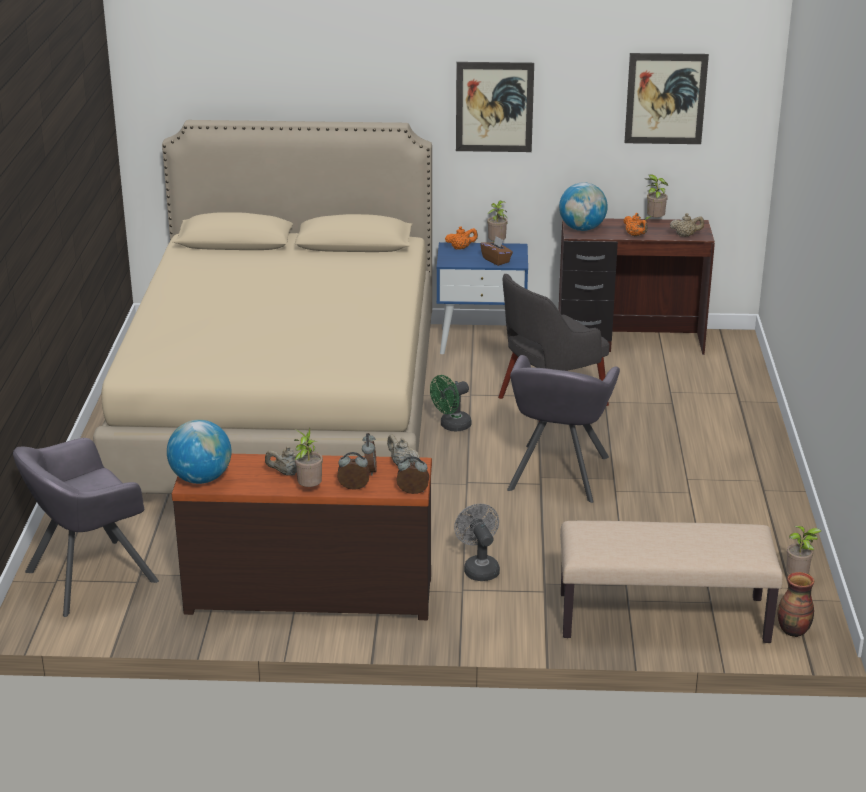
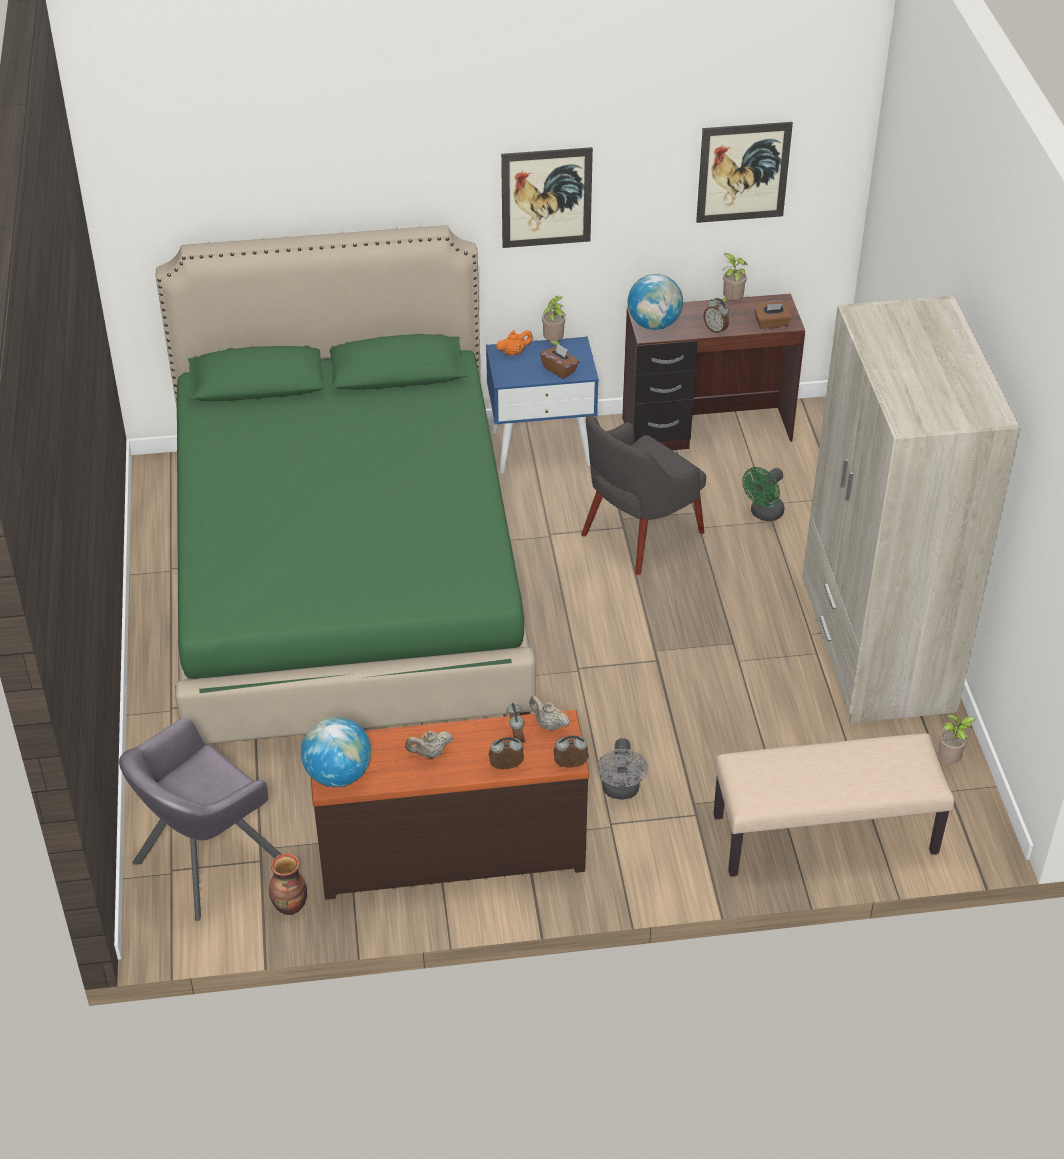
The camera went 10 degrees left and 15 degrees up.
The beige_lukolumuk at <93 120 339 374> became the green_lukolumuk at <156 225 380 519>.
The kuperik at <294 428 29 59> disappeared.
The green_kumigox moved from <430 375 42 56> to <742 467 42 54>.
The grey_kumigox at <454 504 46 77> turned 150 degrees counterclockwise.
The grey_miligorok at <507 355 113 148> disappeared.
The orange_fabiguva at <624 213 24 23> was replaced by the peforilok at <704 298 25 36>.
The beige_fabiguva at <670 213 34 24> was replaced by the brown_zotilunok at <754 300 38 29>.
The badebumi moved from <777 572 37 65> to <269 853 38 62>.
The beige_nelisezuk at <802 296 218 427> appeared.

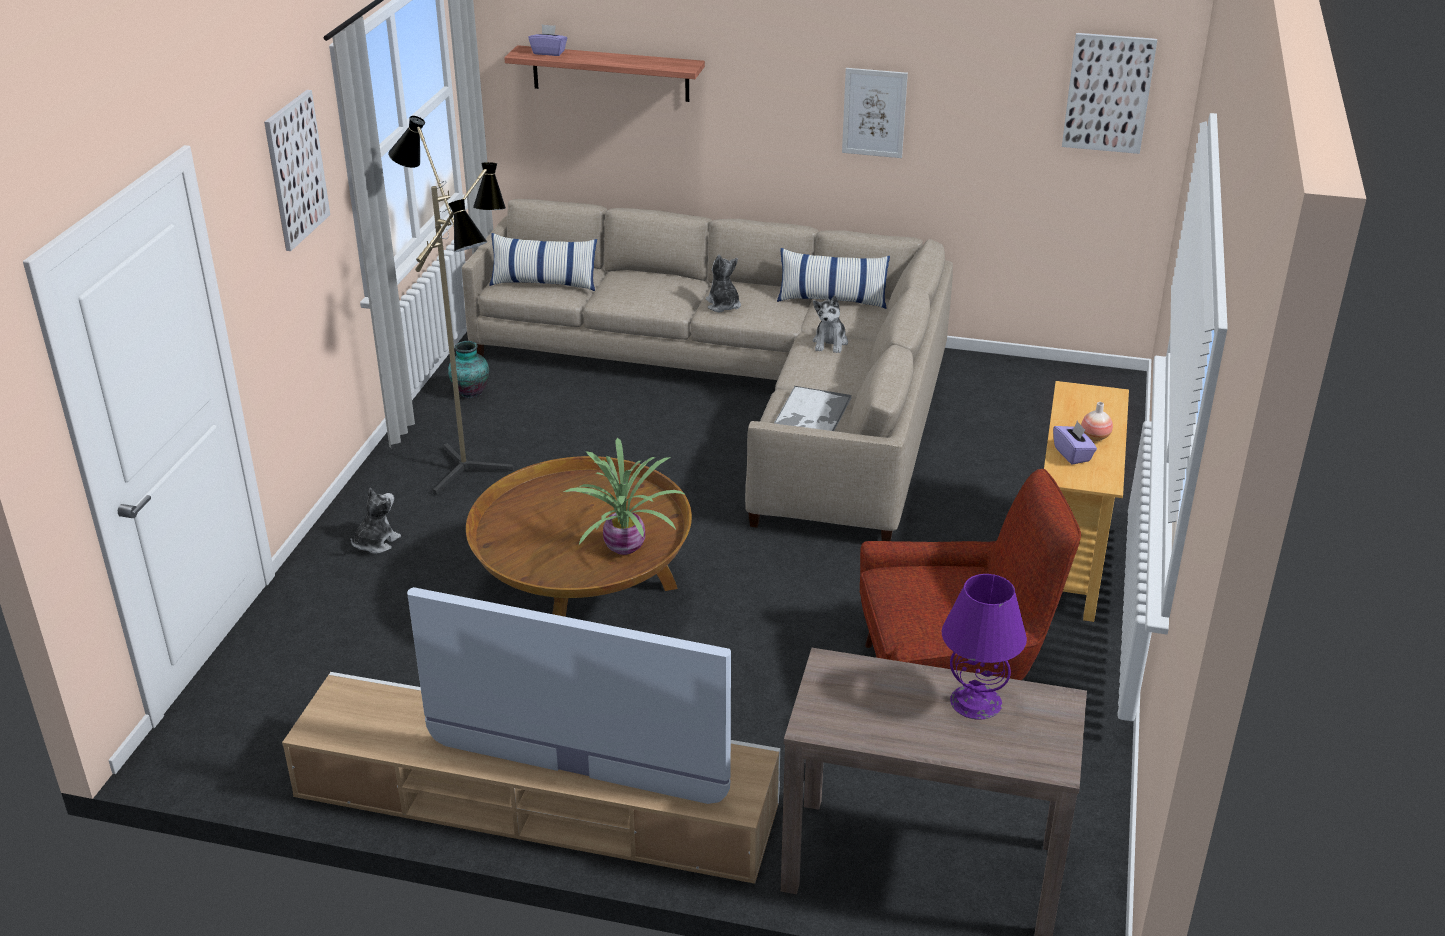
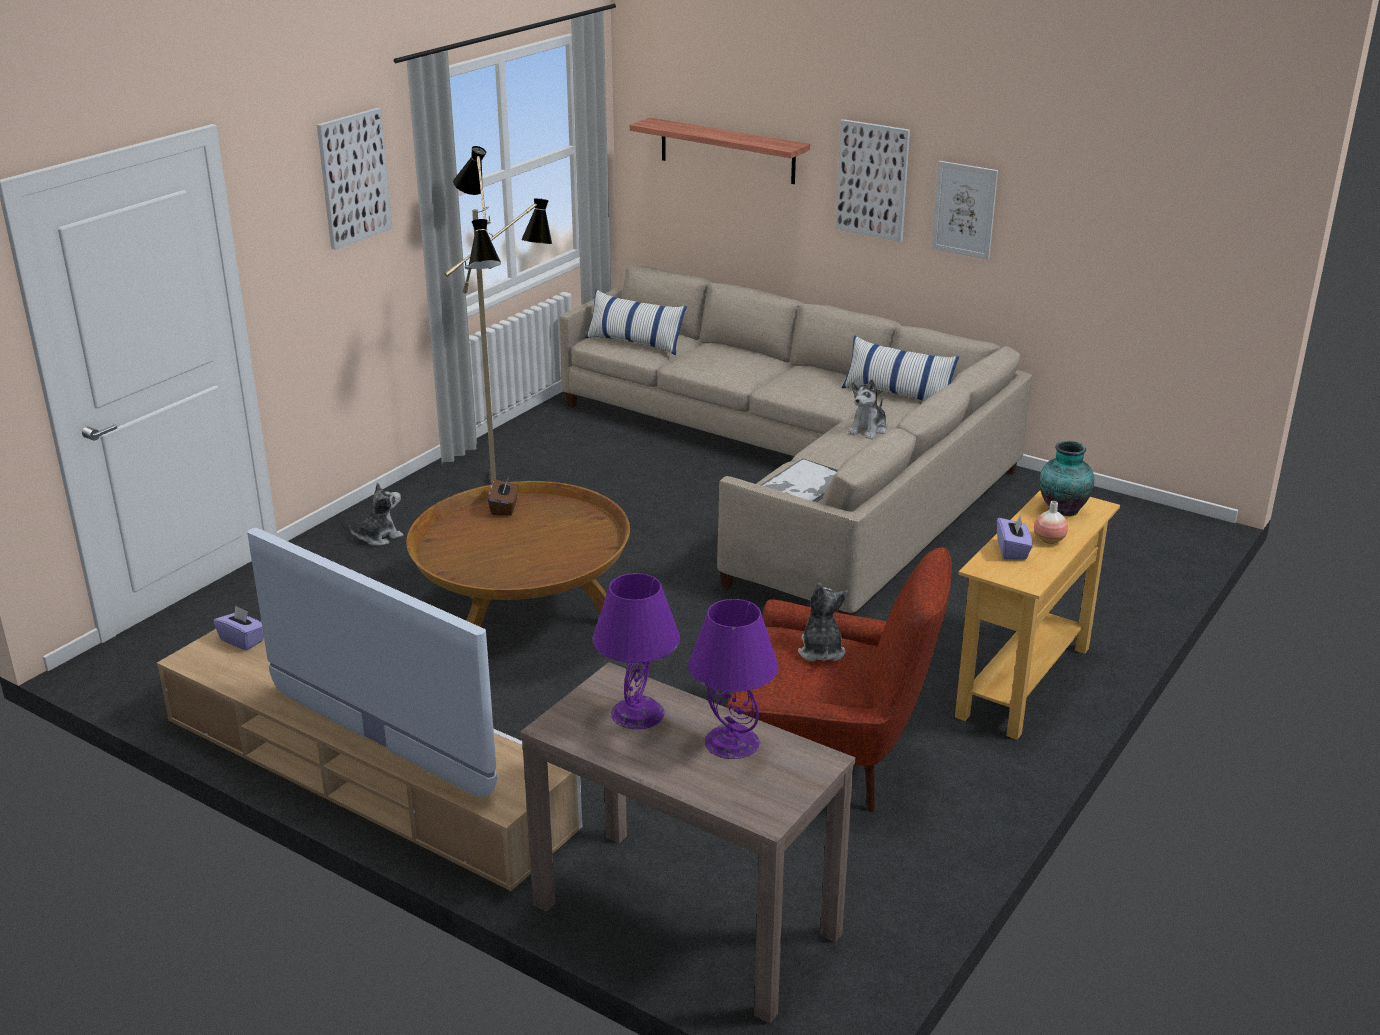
The camera went 20 degrees right and 5 degrees down.
The badebumi moved from <448 341 41 57> to <1039 441 55 75>.
The purple_zotilunok moved from <528 24 39 32> to <213 605 51 45>.
The kuperik at <563 438 123 117> disappeared.
The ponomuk moved from <706 255 35 57> to <798 583 50 78>.
The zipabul moved from <1062 33 95 121> to <836 119 74 123>.
The brown_zotilunok at <488 478 31 38> appeared.
The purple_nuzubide at <593 573 87 156> appeared.

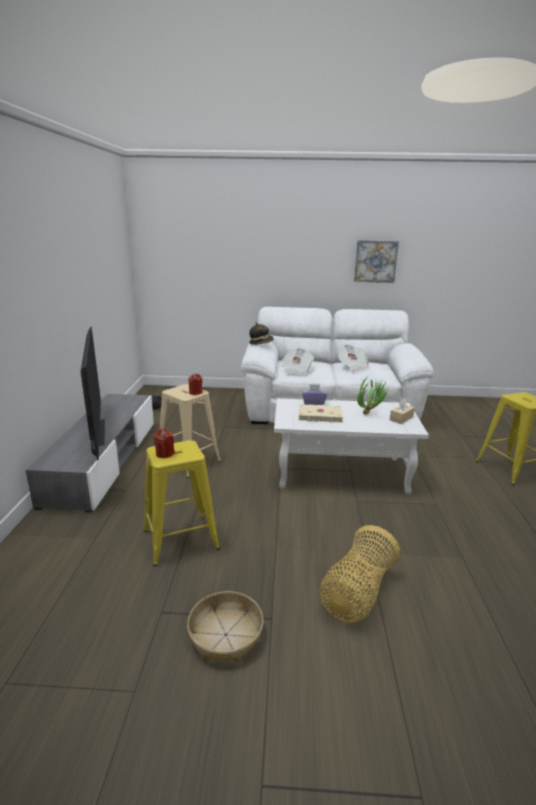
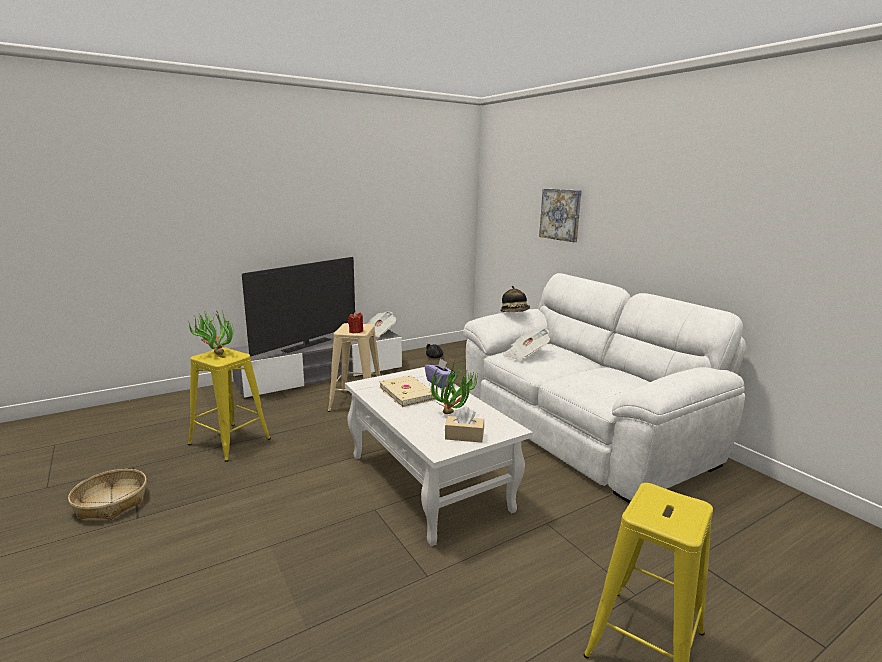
The camera went 55 degrees right and 5 degrees down.
The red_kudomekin at <153 429 22 29> was replaced by the kuperik at <188 311 46 44>.
The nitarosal at <319 525 81 98> disappeared.
The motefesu moved from <338 345 31 27> to <367 311 29 26>.
The zipabul moved from <354 240 45 43> to <539 189 43 53>.

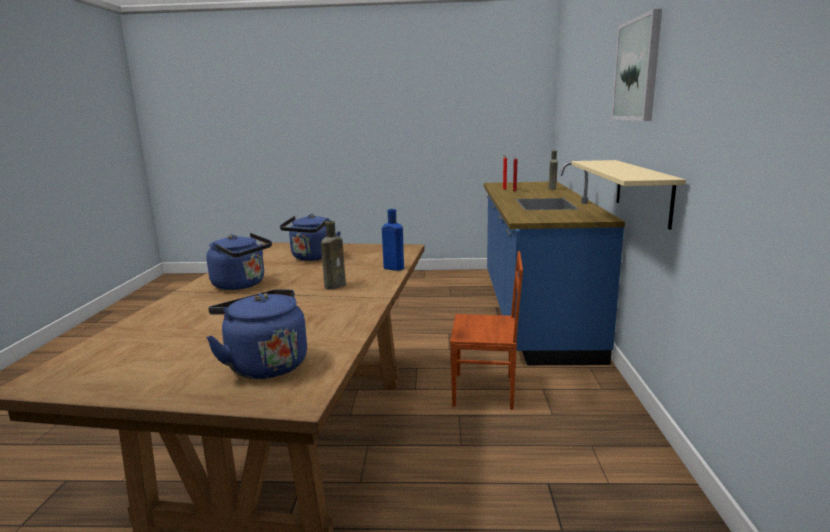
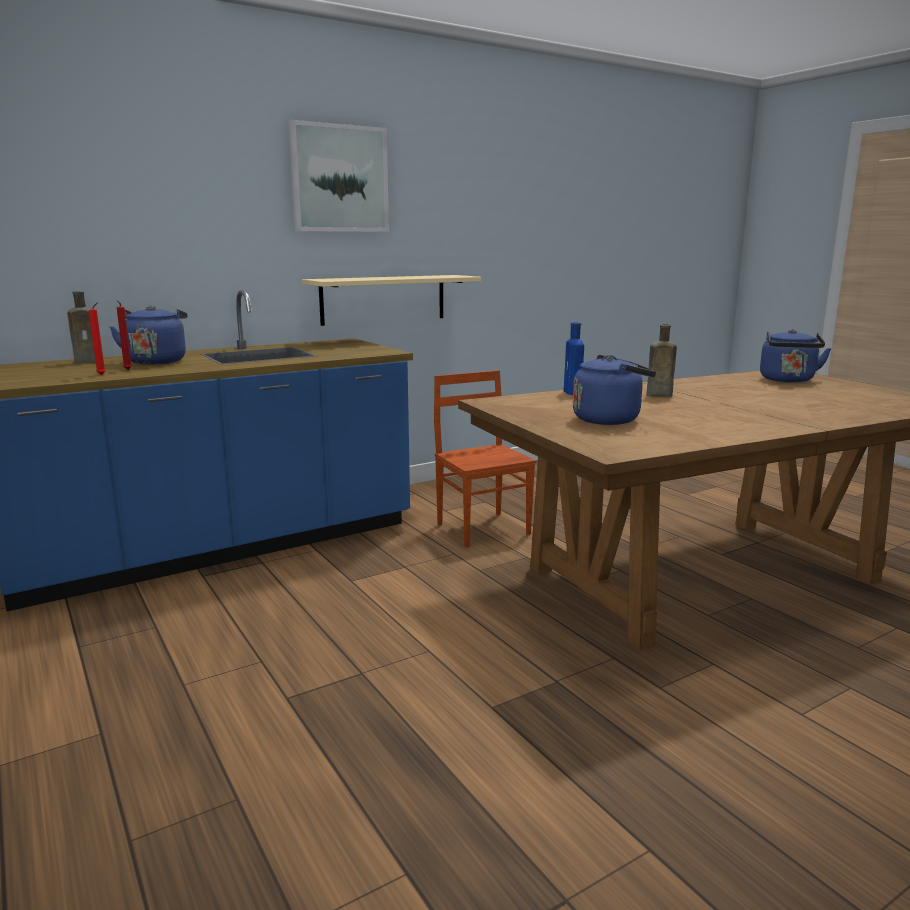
The camera went 125 degrees left and 0 degrees up.
The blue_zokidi moved from <206 233 66 57> to <109 306 79 59>.

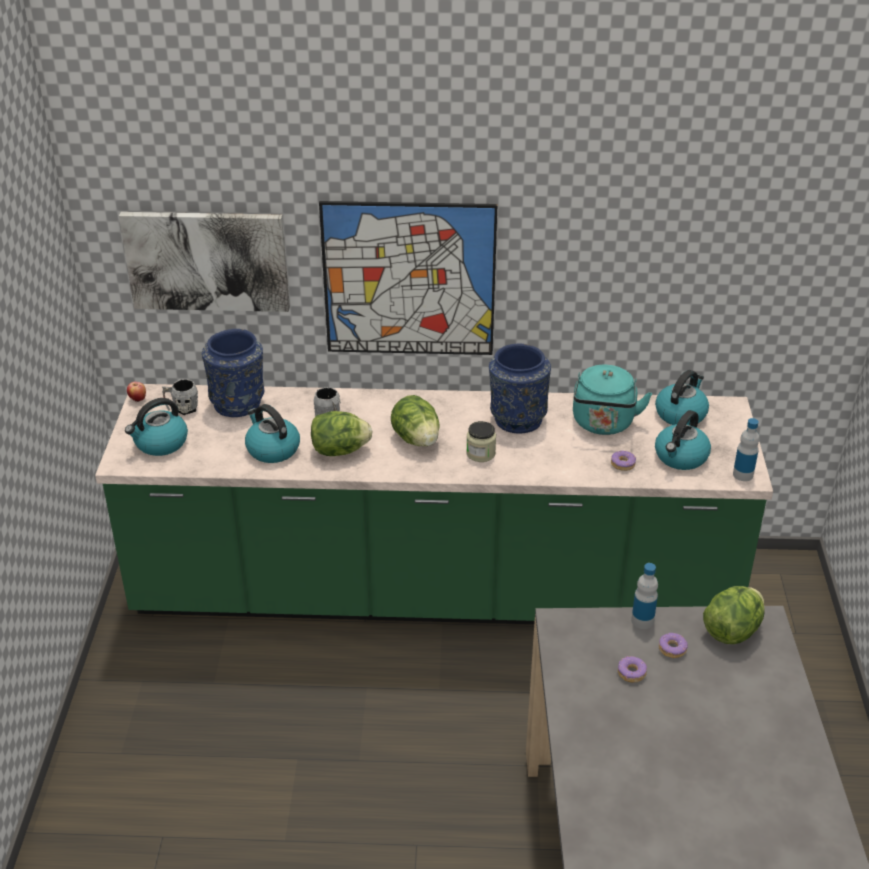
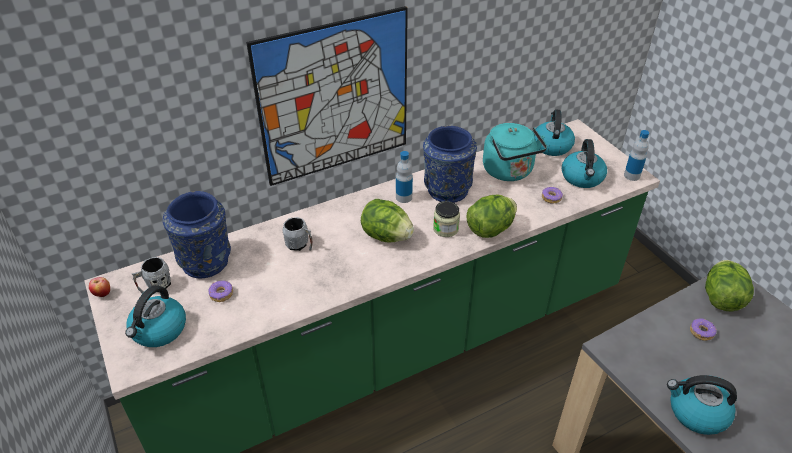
The camera went 30 degrees left and 5 degrees up.
The zipabul at <119 212 171 100> disappeared.
The zokidi moved from <245 404 55 59> to <667 375 70 60>.
The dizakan moved from <311 411 61 45> to <466 195 51 43>.
The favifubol moved from <618 656 29 27> to <208 281 25 21>.
The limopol moved from <631 563 27 66> to <396 151 17 52>.

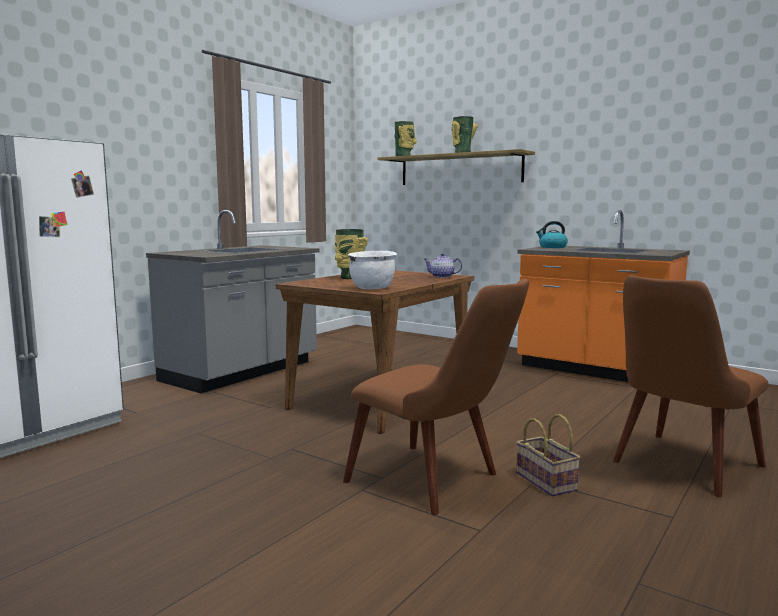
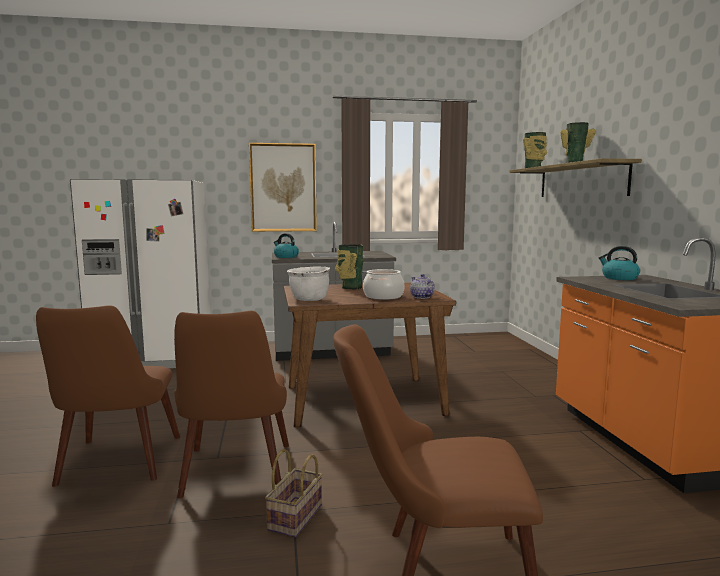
The camera went 45 degrees right and 0 degrees up.
The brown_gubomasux at <36 305 144 182> appeared.
The zipabul at <249 143 68 89> appeared.
The zokidi at <274 233 25 25> appeared.
The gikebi at <363 269 42 31> appeared.

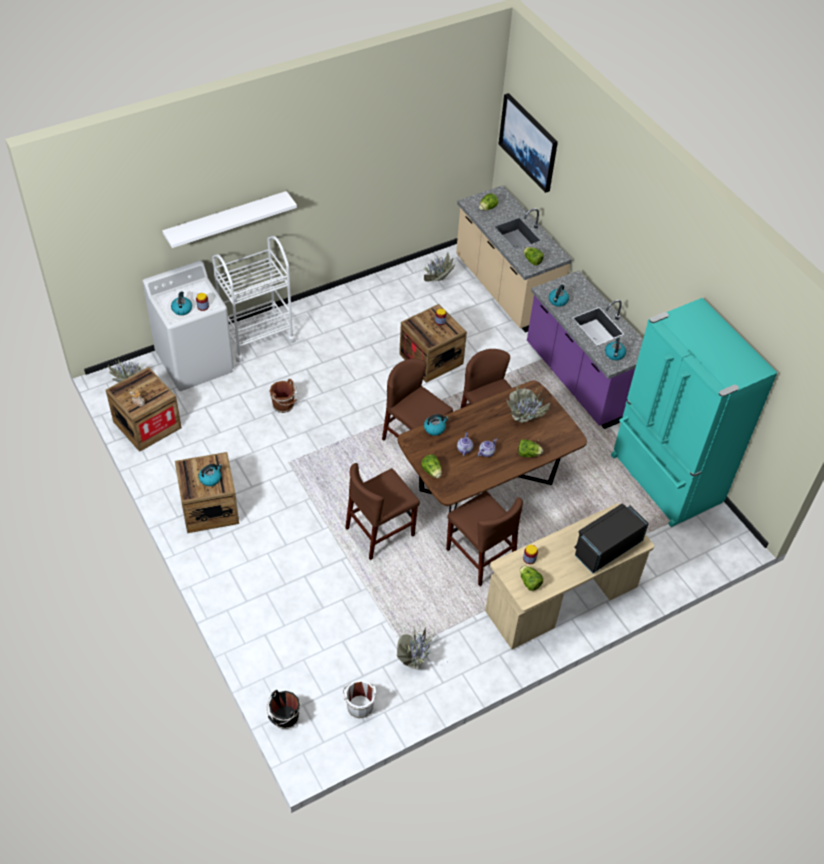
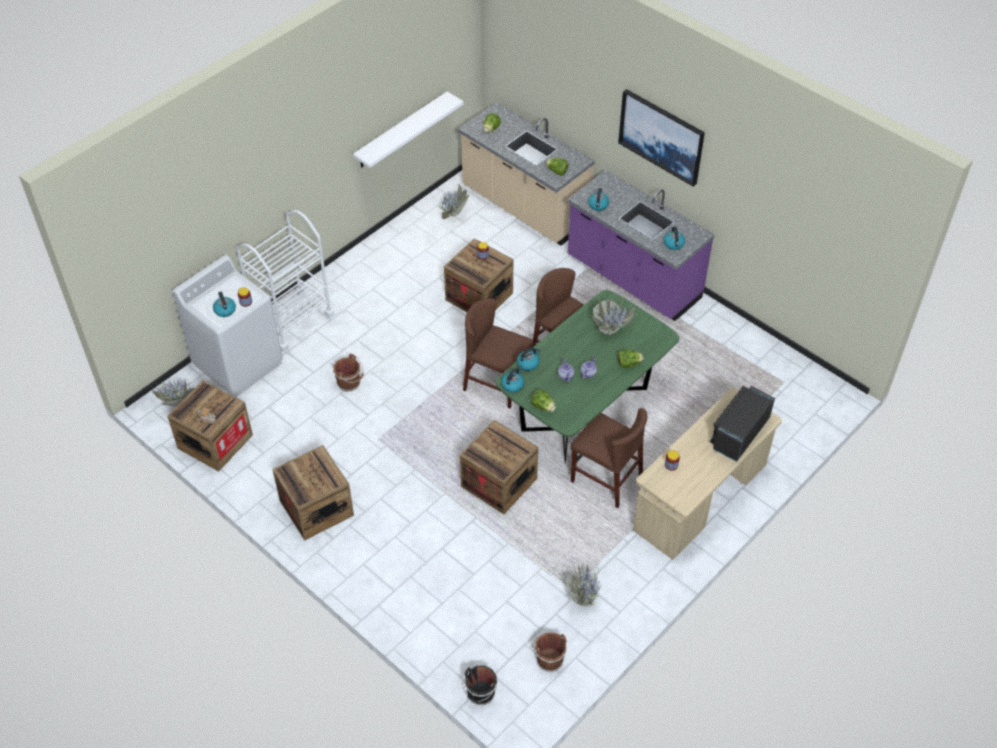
The camera went 15 degrees left and 0 degrees up.
The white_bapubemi moved from <162 191 135 57> to <353 92 111 76>.
The zokidi moved from <199 464 23 22> to <501 367 23 26>.
The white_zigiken at <343 680 33 38> became the brown_zigiken at <532 633 35 39>.
The brown_gubomasux at <345 463 75 97> was replaced by the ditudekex at <460 420 78 94>.
The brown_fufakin at <398 380 189 133> became the green_fufakin at <495 290 184 174>.
The zipabul moved from <499 93 59 100> to <618 89 87 98>.
The dizakan at <520 566 23 25> disappeared.
The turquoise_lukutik at <611 298 166 229> disappeared.

